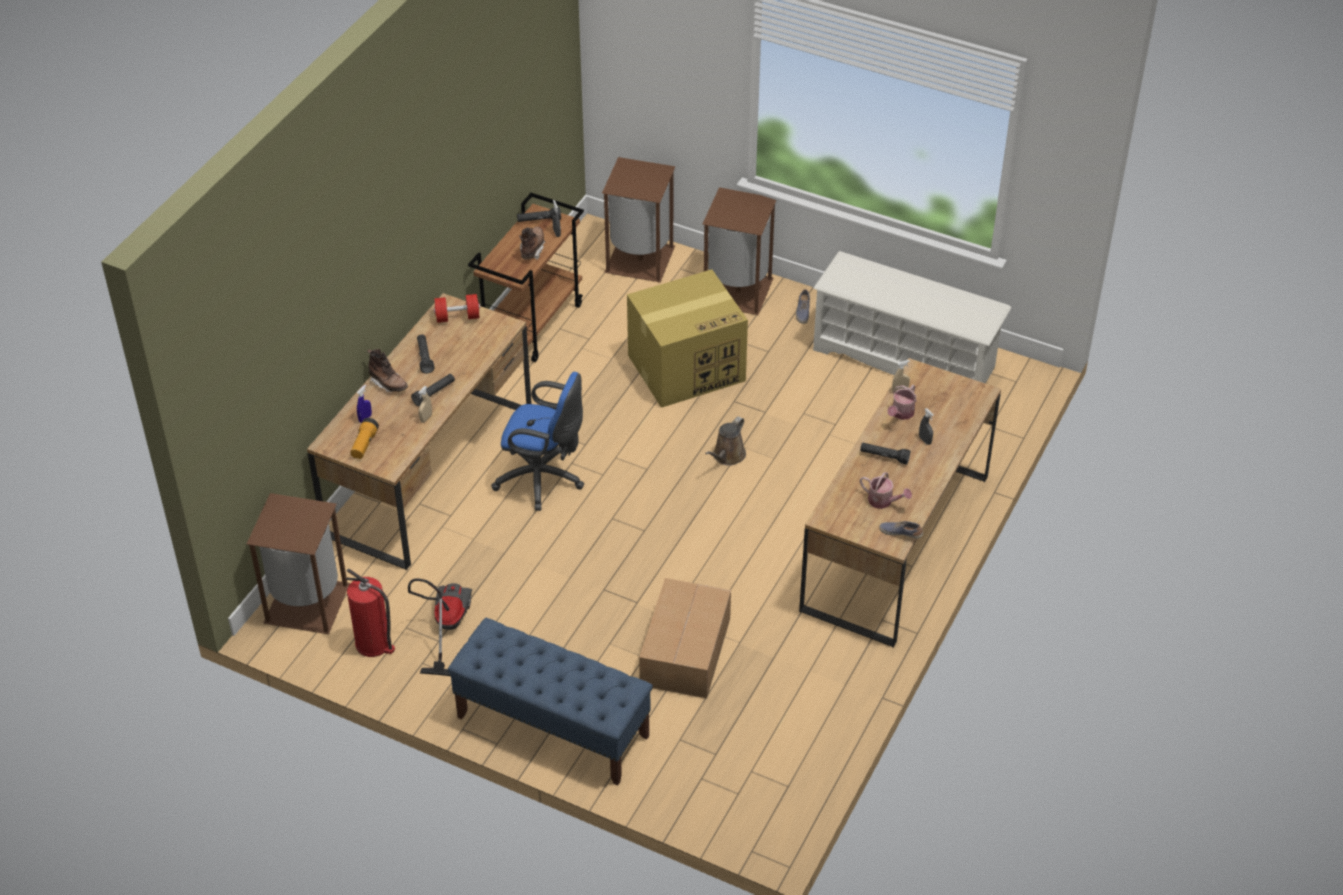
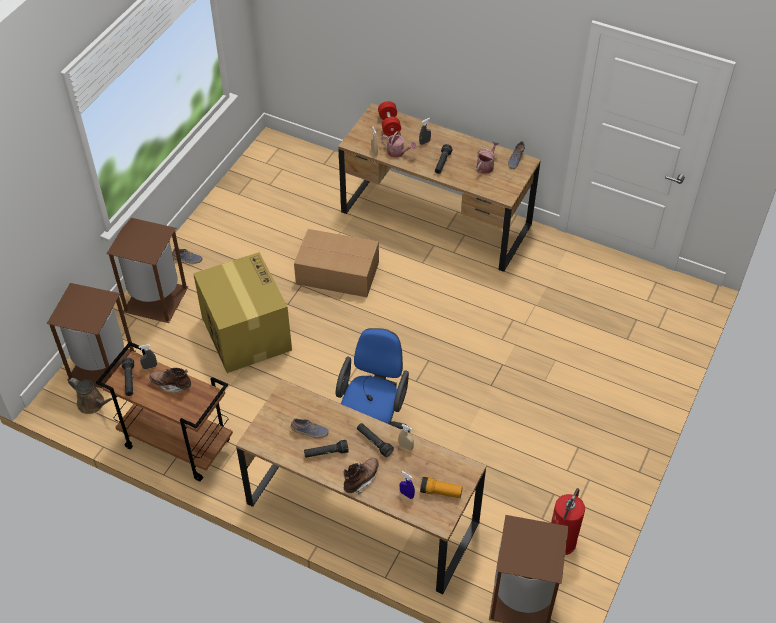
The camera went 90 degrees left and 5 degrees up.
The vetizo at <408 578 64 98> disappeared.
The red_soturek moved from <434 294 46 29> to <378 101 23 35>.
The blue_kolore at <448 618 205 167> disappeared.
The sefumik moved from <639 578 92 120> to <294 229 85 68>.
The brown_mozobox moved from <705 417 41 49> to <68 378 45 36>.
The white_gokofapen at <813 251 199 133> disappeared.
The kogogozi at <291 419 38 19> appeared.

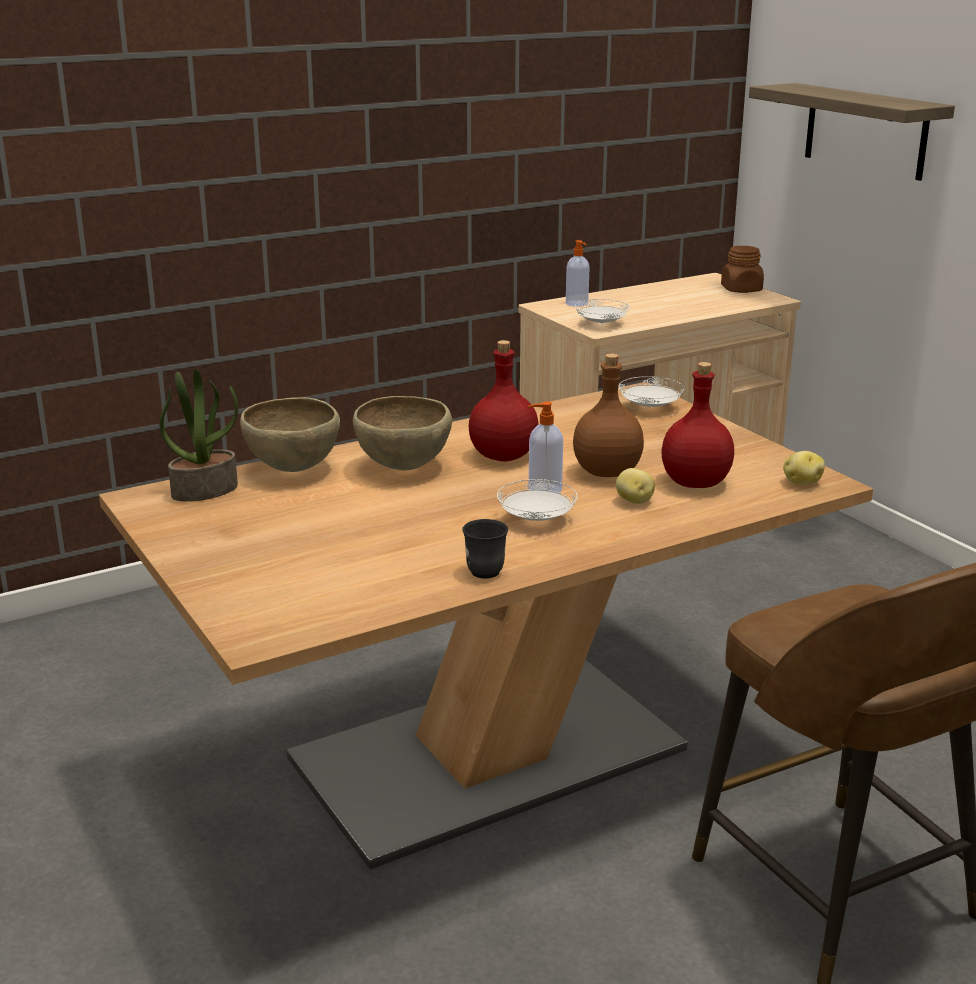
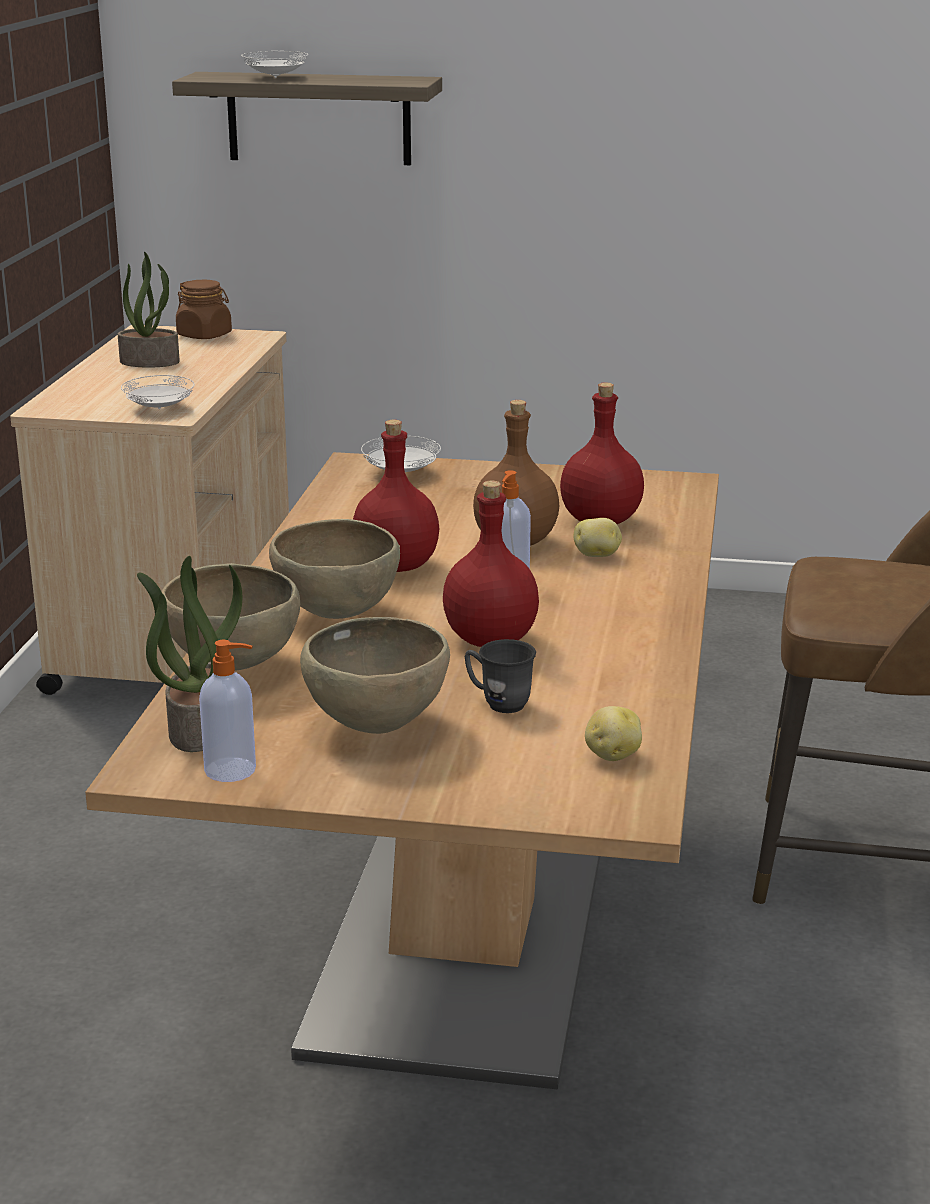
The camera went 50 degrees left and 0 degrees up.
The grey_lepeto moved from <462 519 46 60> to <465 639 71 74>.
The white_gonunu moved from <497 479 81 42> to <241 51 67 27>.
The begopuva moved from <566 240 24 67> to <199 640 57 142>.
The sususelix moved from <783 451 42 34> to <585 706 57 55>.
The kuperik at <118 252 62 116> appeared.
The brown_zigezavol at <300 617 150 117> appeared.
The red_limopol at <443 481 96 166> appeared.

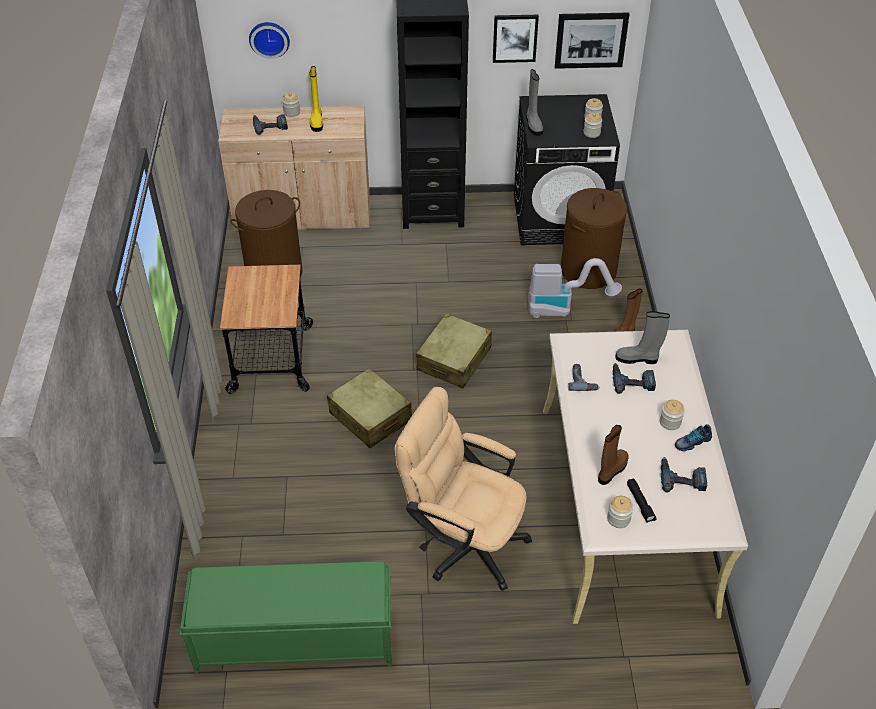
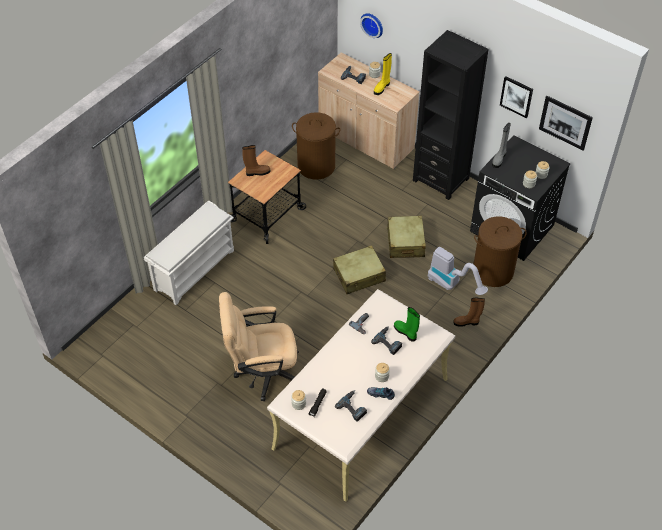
The camera went 40 degrees right and 5 degrees up.
The green_kolore at <180 561 212 113> disappeared.
The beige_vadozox moved from <327 368 85 80> to <387 216 39 42>.
The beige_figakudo at <395 387 137 204> turned 75 degrees counterclockwise.
The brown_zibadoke moved from <598 425 31 60> to <242 145 29 31>.
The grey_zibadoke at <615 311 55 53> became the green_zibadoke at <394 307 26 35>.
The white_gokofapen at <144 200 90 105> appeared.

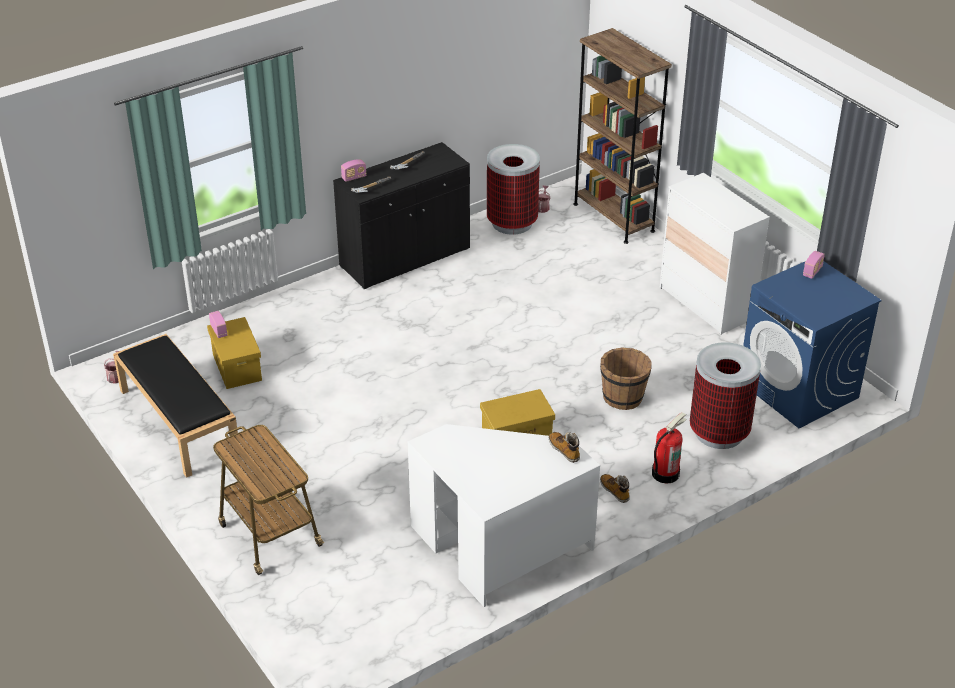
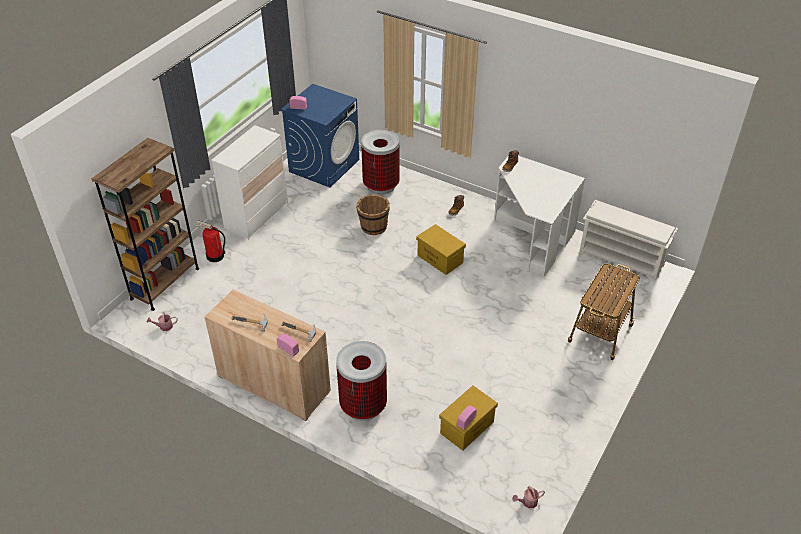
The camera went 115 degrees left and 5 degrees up.
The black_kolore at <113 334 125 144> disappeared.
The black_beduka at <333 142 137 147> became the beige_beduka at <204 289 127 132>.
The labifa moved from <487 144 53 91> to <336 341 51 80>.
The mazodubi moved from <652 412 35 72> to <195 221 30 41>.
The white_gokofapen at <579 200 99 81> appeared.

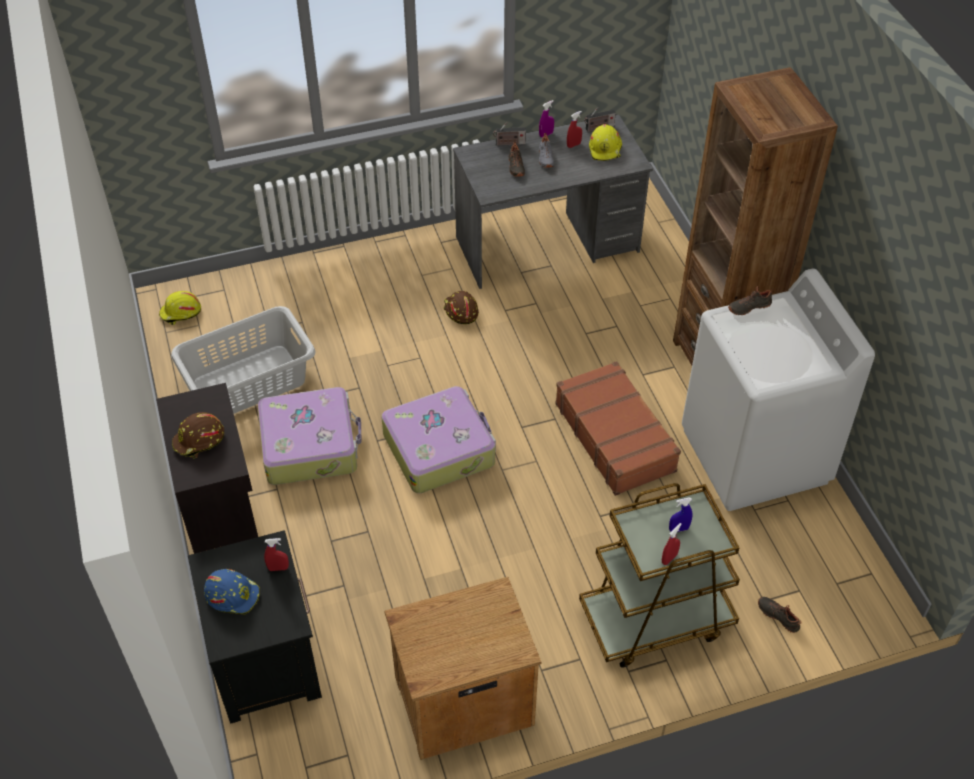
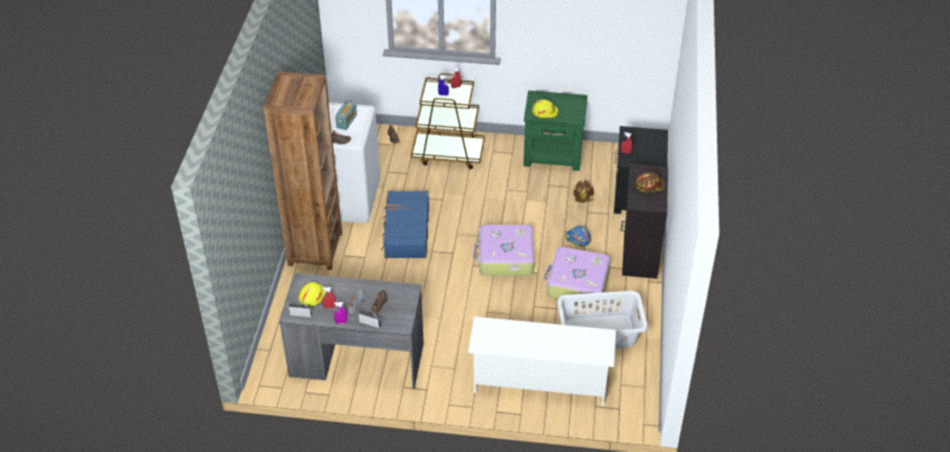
The camera went 155 degrees left and 5 degrees down.
The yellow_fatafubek moved from <159 291 42 34> to <532 99 27 19>.
The blue_fatafubek moved from <204 569 56 46> to <565 226 26 20>.
The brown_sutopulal at <384 577 157 183> became the green_sutopulal at <523 90 65 81>.
The brown_fatafubek moved from <444 291 35 33> to <573 180 21 23>.
The brown_vadozox at <555 361 126 135> became the blue_vadozox at <381 191 48 67>.
The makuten at <335 100 22 30> appeared.
The white_gokofapen at <468 317 148 89> appeared.

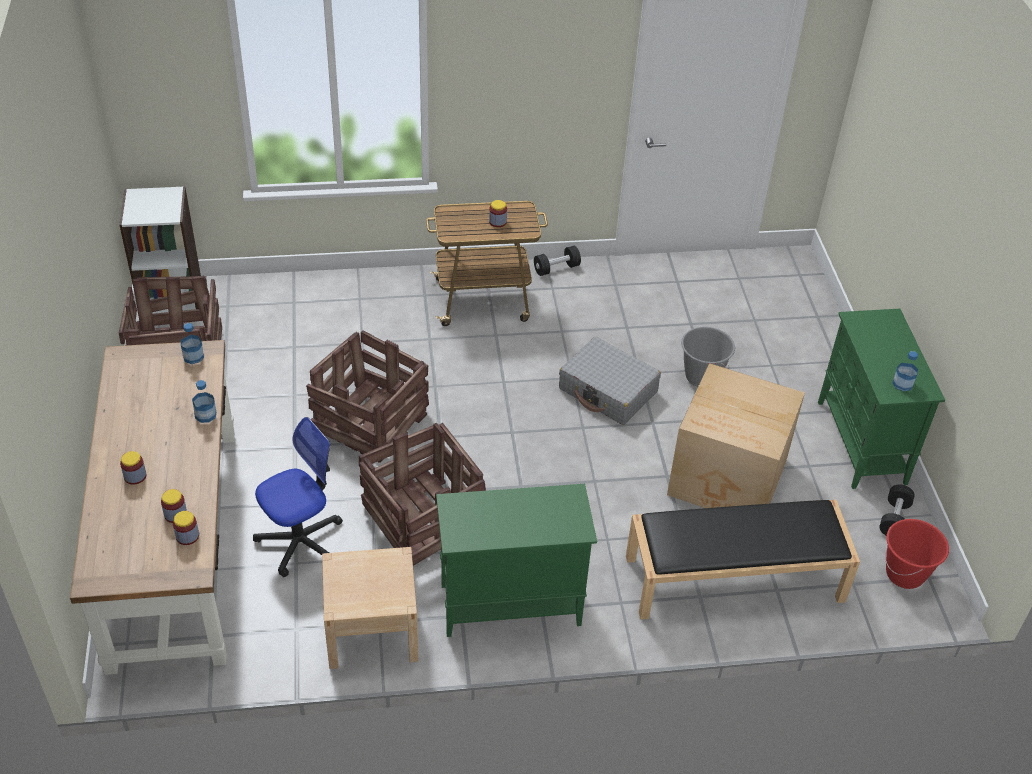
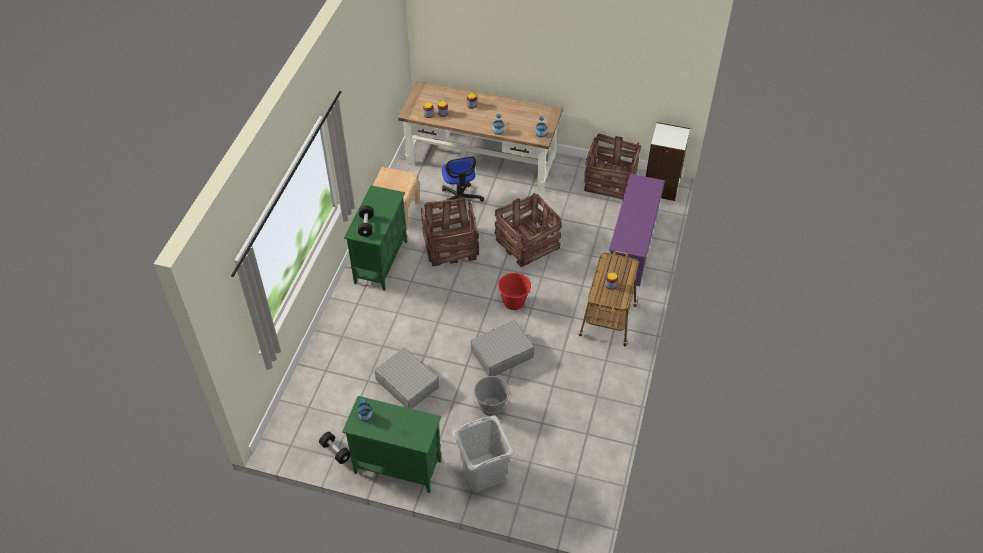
The camera went 115 degrees right and 5 degrees up.
The black_soturek moved from <534 246 47 30> to <358 205 15 32>.
The black_kolore at <626 500 234 120> disappeared.
The sefumik at <667 363 138 145> was replaced by the grey_vadozox at <374 348 65 61>.
The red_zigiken moved from <885 519 64 70> to <498 273 33 37>.
The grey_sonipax at <452 416 63 76> appeared.
The purple_gokofapen at <608 174 57 112> appeared.

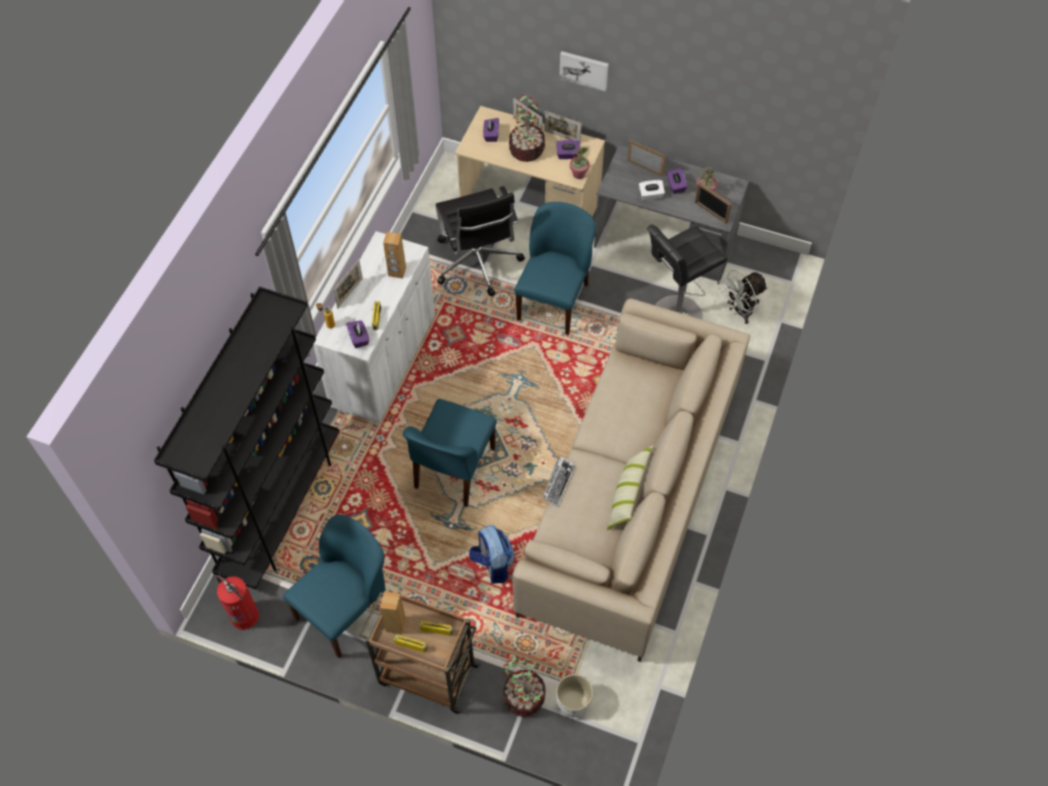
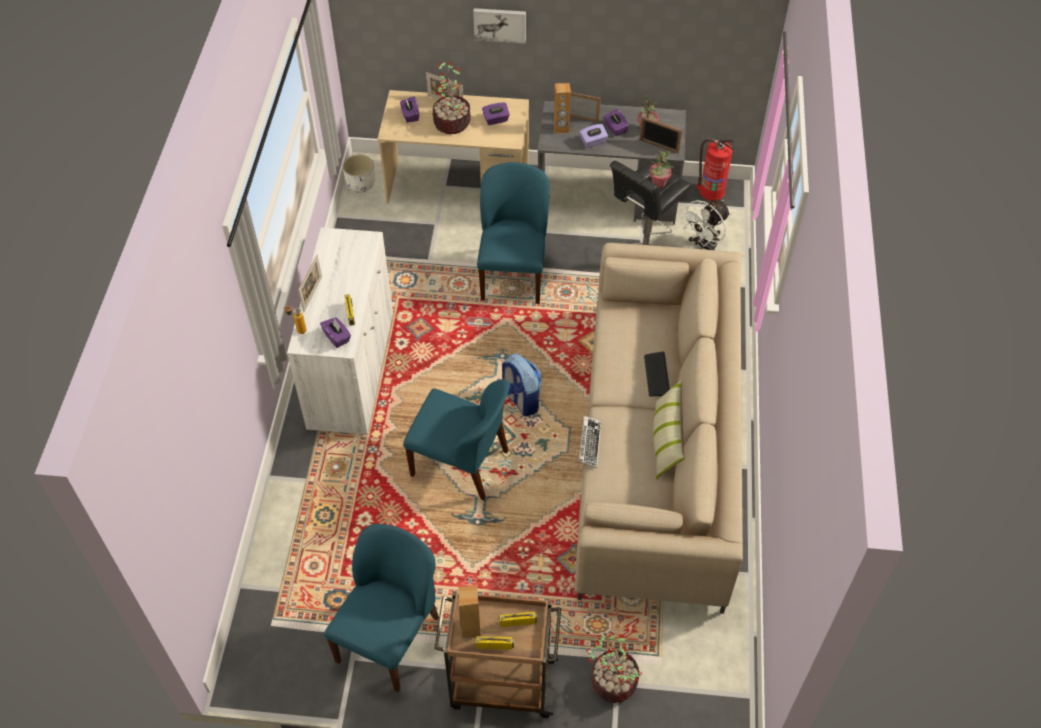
The camera went 15 degrees left and 5 degrees down.
The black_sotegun at <154 287 185 303> disappeared.
The mazodubi moved from <216 575 43 55> to <696 139 40 62>.
The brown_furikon moved from <383 232 23 47> to <554 83 17 51>.
The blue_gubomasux at <403 399 94 108> turned 75 degrees counterclockwise.
The black_figakudo at <436 186 89 111> disappeared.
The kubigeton moved from <469 525 46 59> to <502 353 40 63>.
The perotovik at <544 111 37 30> disappeared.
The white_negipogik moved from <556 674 37 43> to <343 155 32 38>.
The kuperik moved from <570 146 19 33> to <649 150 22 38>.
The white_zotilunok at <639 180 26 20> became the purple_zotilunok at <579 124 29 24>.
The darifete at <644 351 26 46> appeared.

